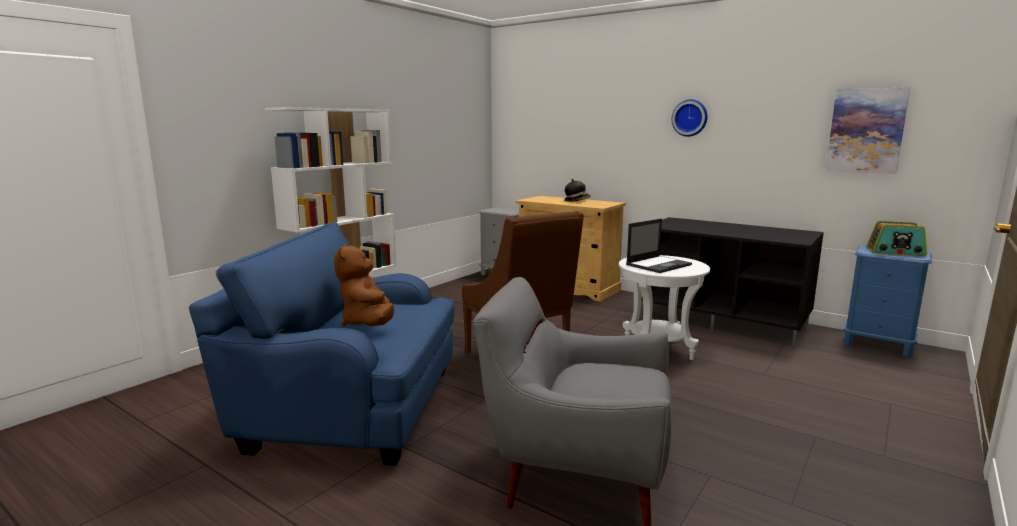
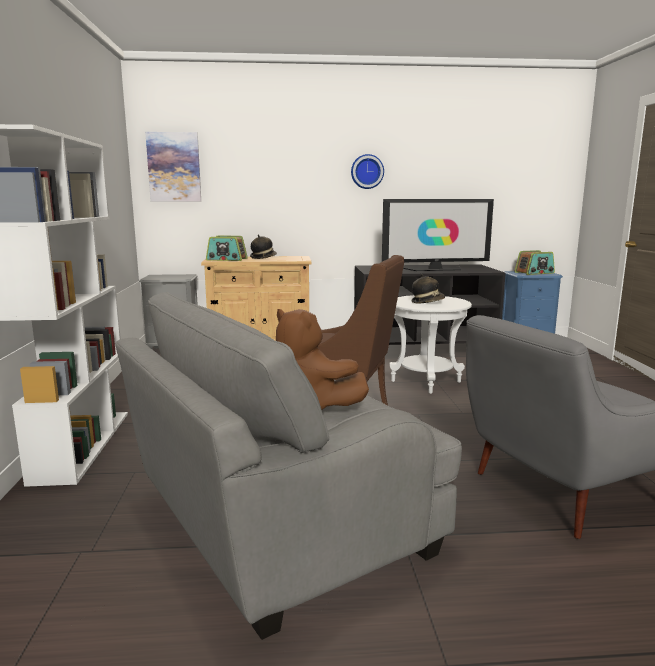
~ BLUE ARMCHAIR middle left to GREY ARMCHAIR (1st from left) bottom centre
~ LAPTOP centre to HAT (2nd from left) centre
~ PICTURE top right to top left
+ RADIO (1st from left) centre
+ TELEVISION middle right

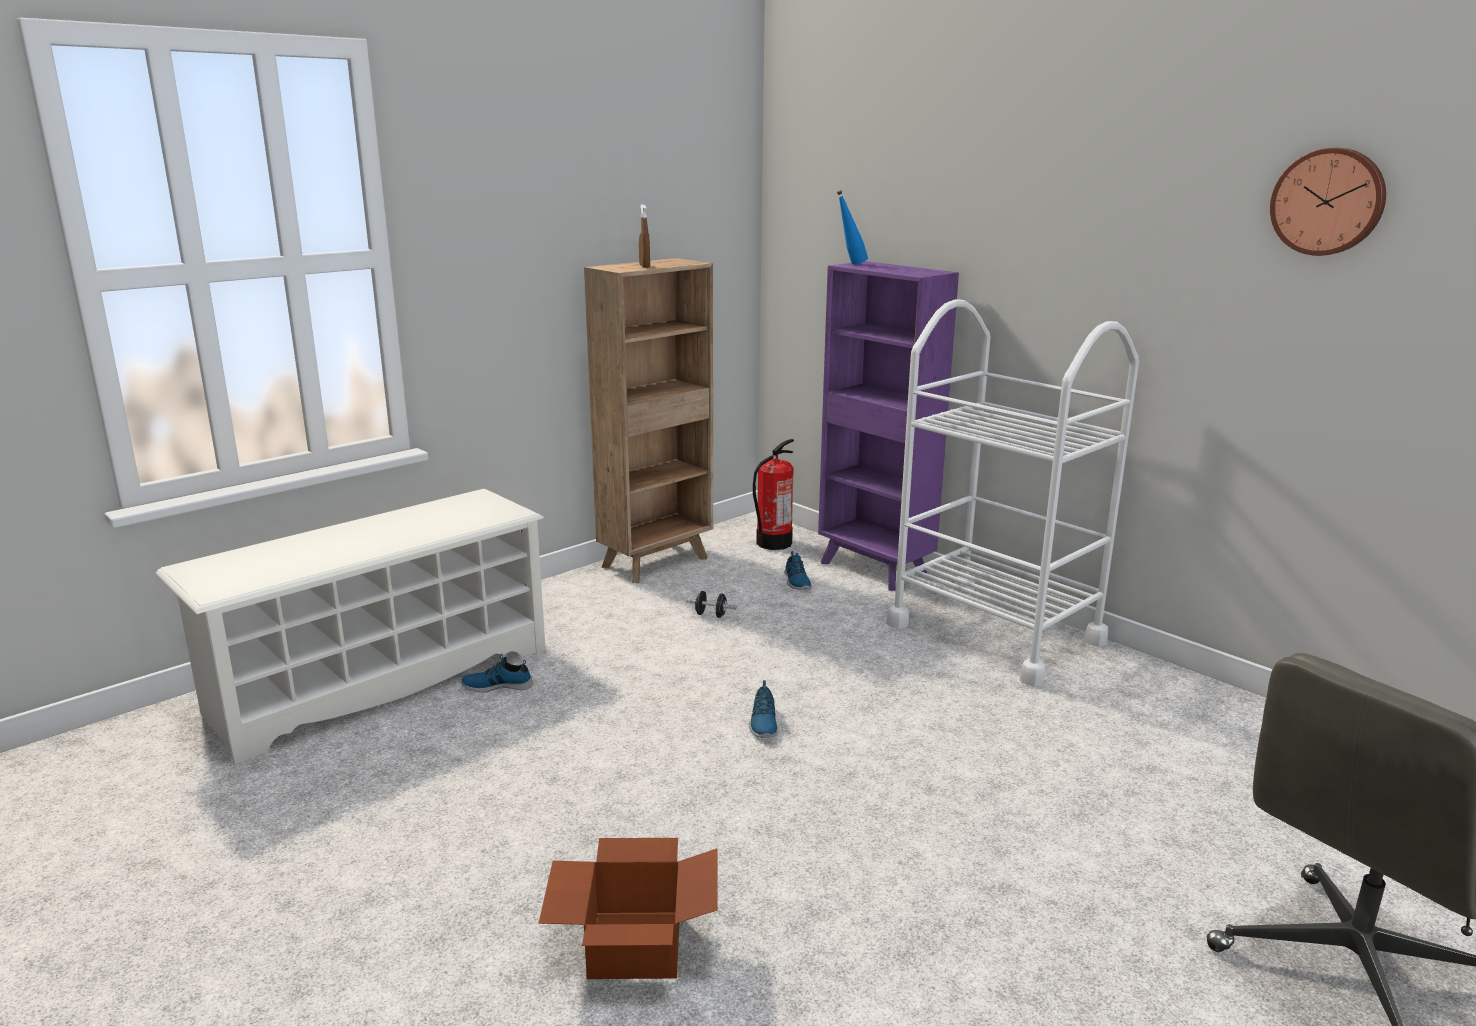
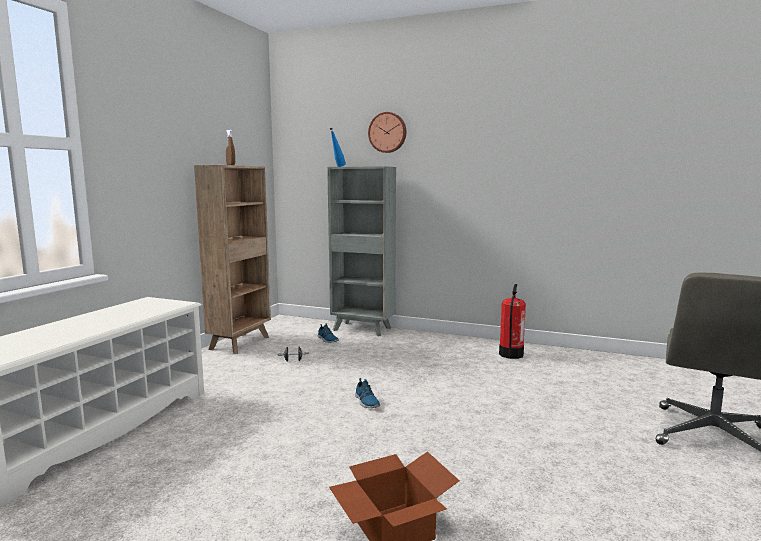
- SHOE (1st from left) centre
~ FIRE EXTINGUISHER centre to middle right
~ PURPLE BOOKCASE centre to GREY BOOKCASE centre
- WHITE CART middle right
~ WALL CLOCK top right to top centre

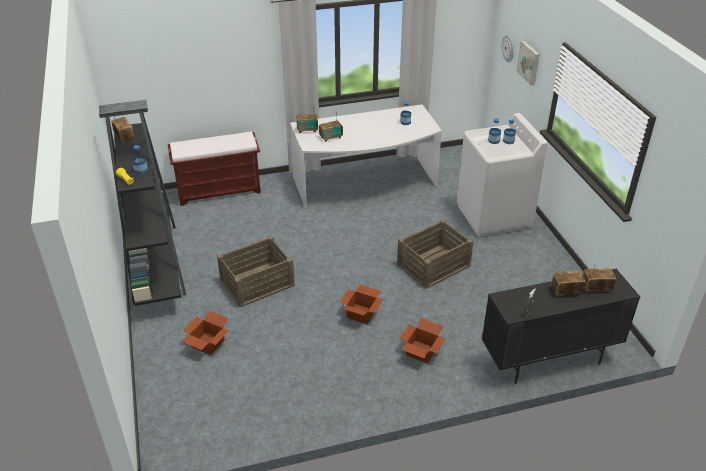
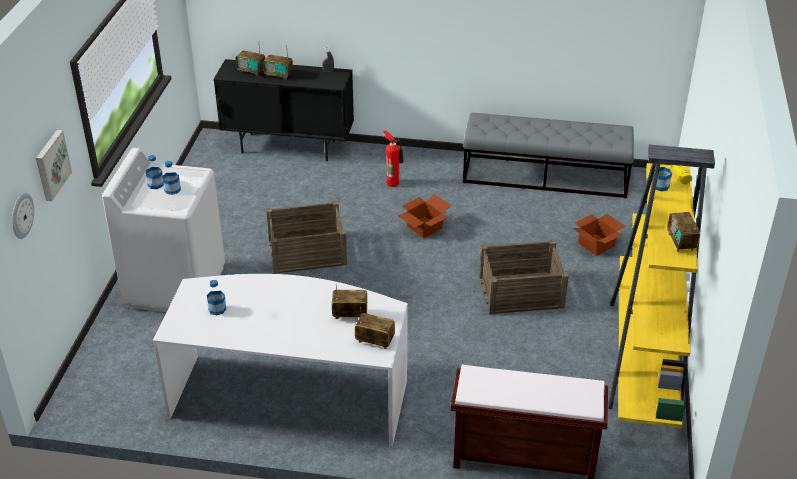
~ BLACK BOOKCASE middle left to YELLOW BOOKCASE middle right
~ CARDBOARD BOX (3rd from left) bottom centre to FIRE EXTINGUISHER top centre
+ GREY BENCH top right

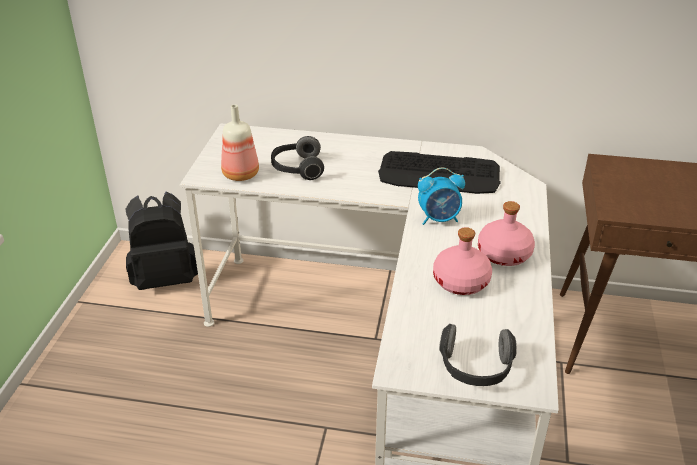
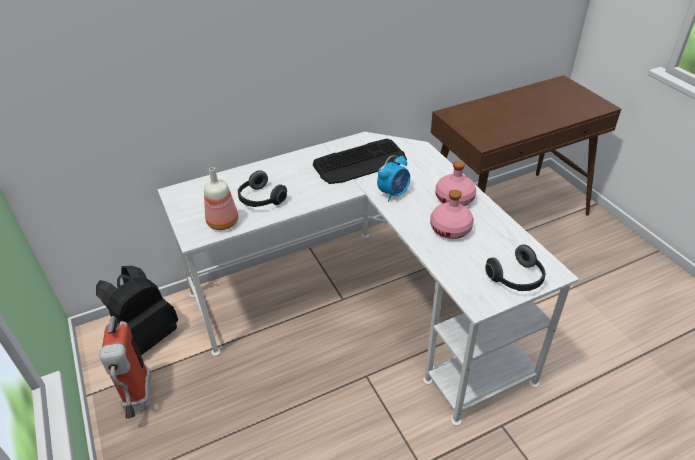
+ FIRE EXTINGUISHER bottom left

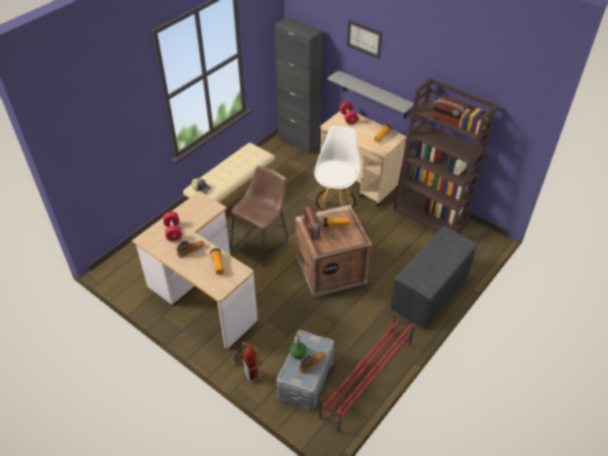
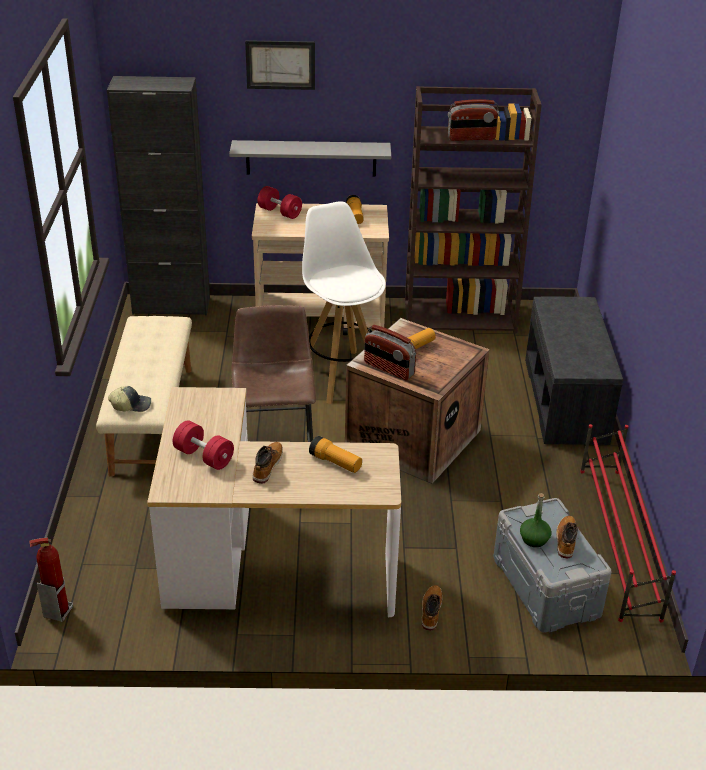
~ FIRE EXTINGUISHER bottom centre to bottom left

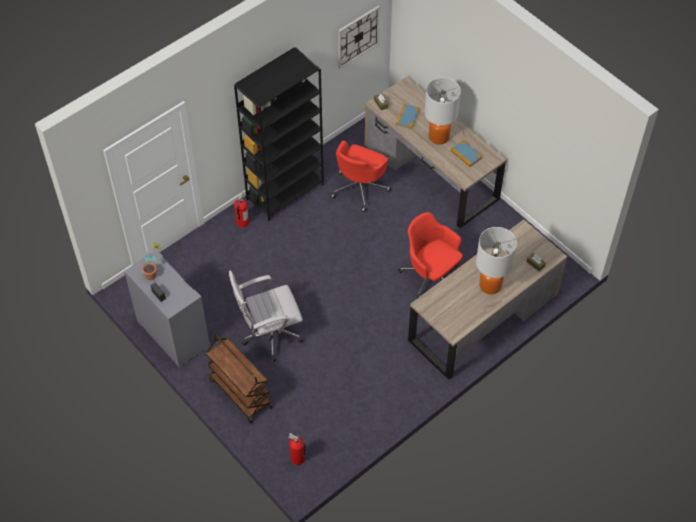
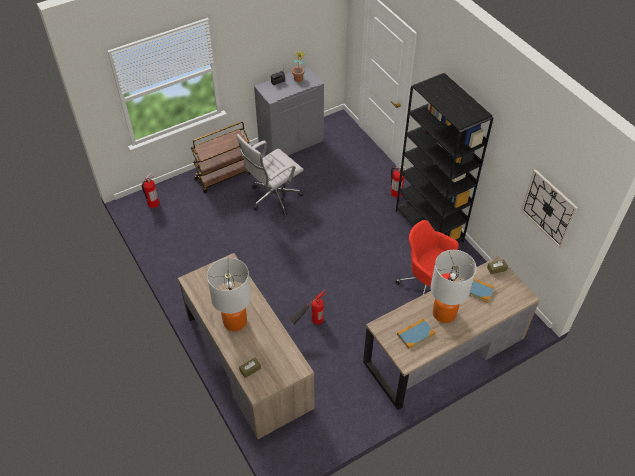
~ WHITE OFFICE CHAIR centre = centre 120 degrees counterclockwise
~ RED OFFICE CHAIR (2nd from left) centre to FIRE EXTINGUISHER (2nd from left) centre

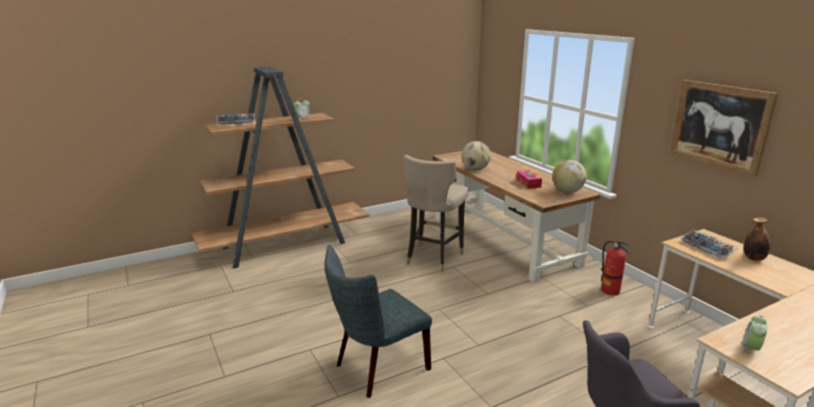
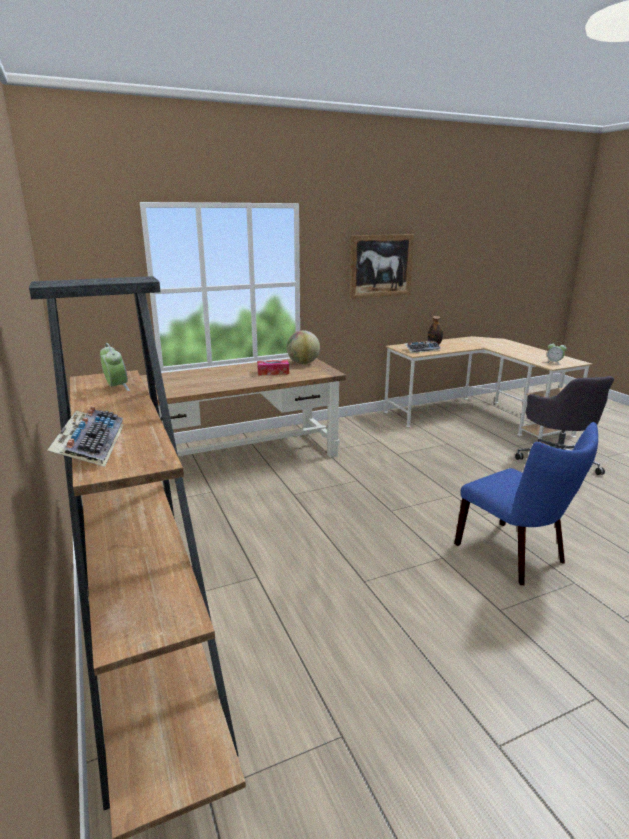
~ GREY CHAIR bottom centre to BLUE CHAIR middle right
- BEIGE STOOL centre
- GLOBE (1st from left) centre
- FIRE EXTINGUISHER middle right

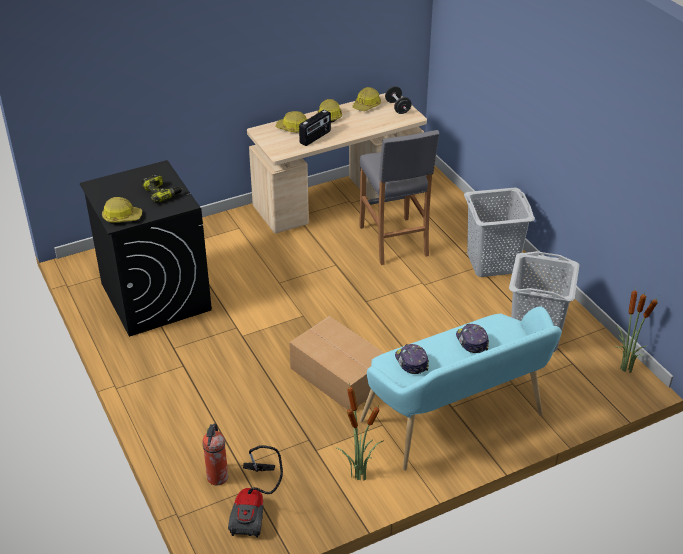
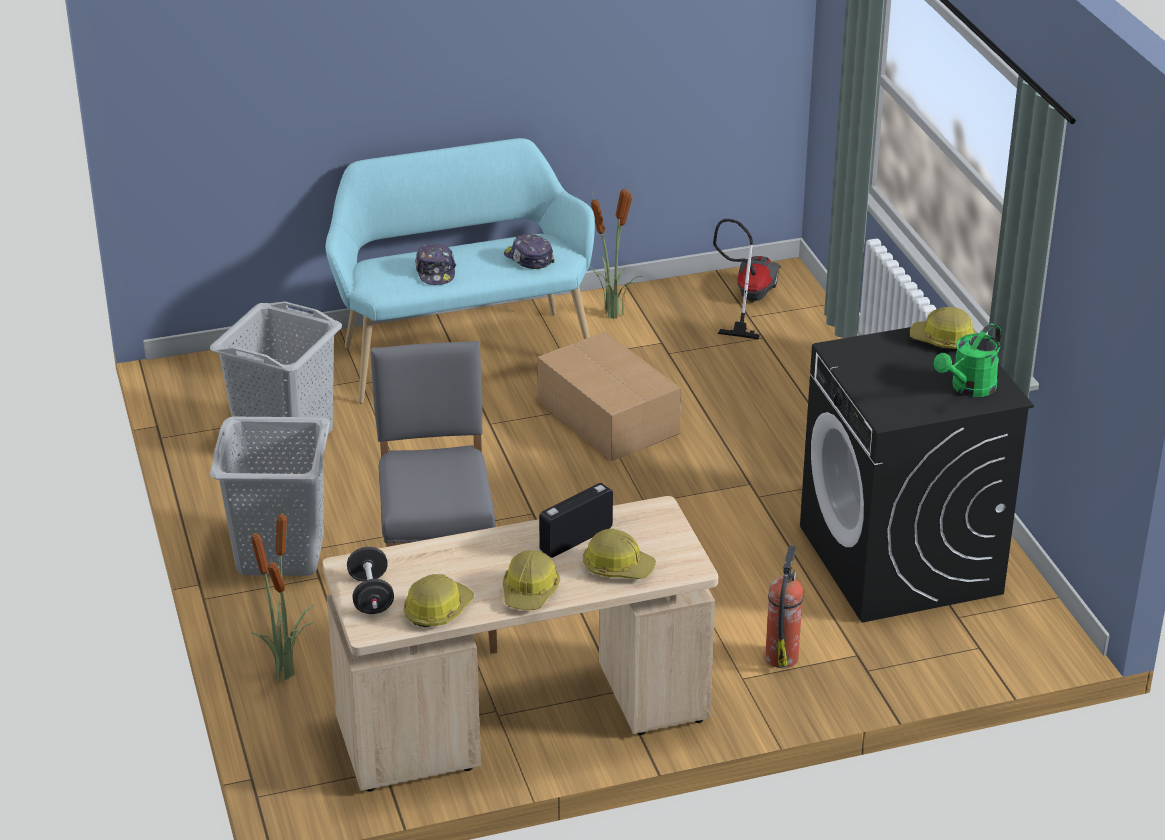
- POWER DRILL middle left
~ FIRE EXTINGUISHER bottom left to bottom right
~ CAP (1st from left in the first image) centre = top centre 150 degrees clockwise
~ POTTED PLANT (2nd from left in the first image) middle right to POTTED PLANT (1st from left) bottom left
+ GREEN WATERING CAN middle right

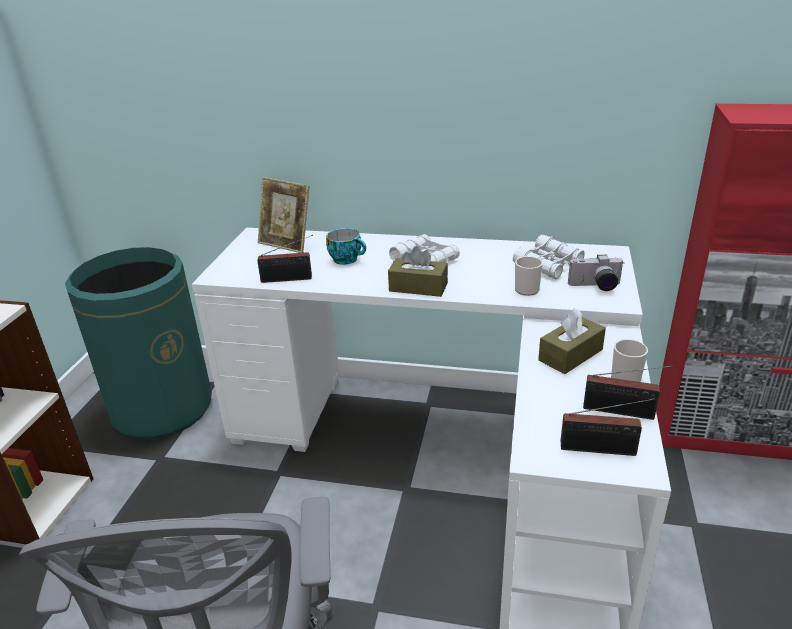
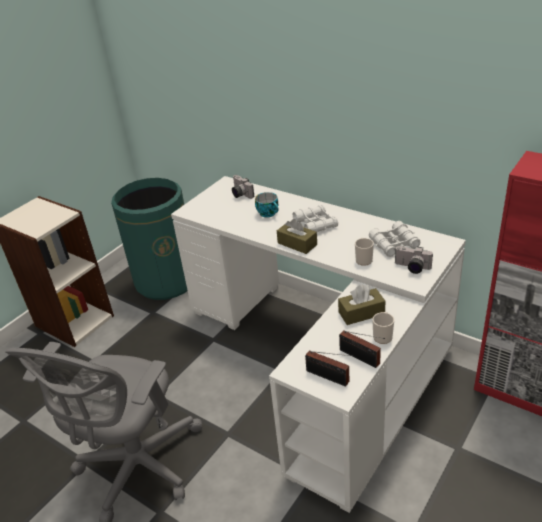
- RADIO (1st from left) centre
~ PICTURE FRAME centre to PHOTO CAMERA (1st from left) centre

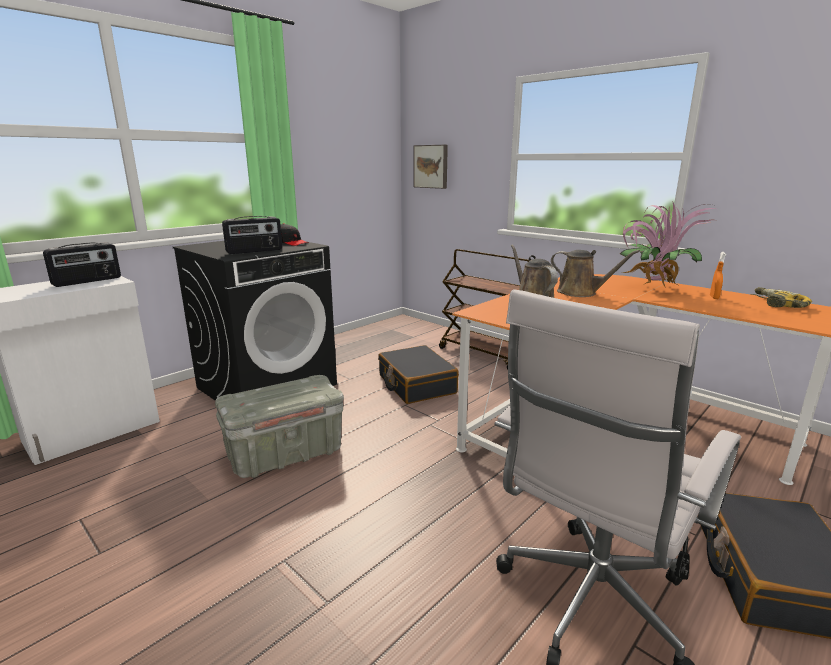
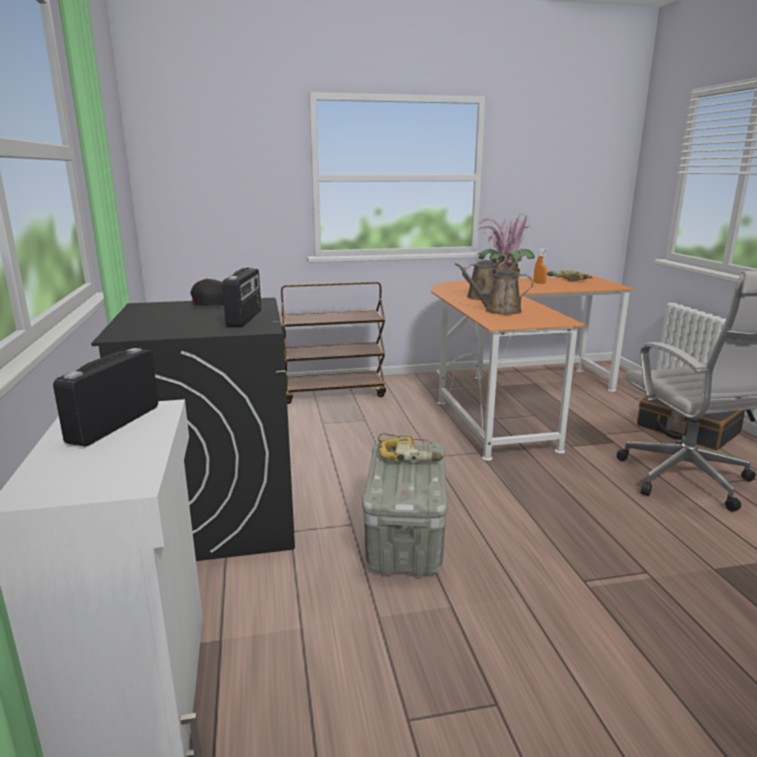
~ RADIO (1st from left) middle left = middle left 150 degrees counterclockwise
- BLACK SUITCASE (1st from left) centre
- PICTURE top centre
+ POWER DRILL (1st from left) centre

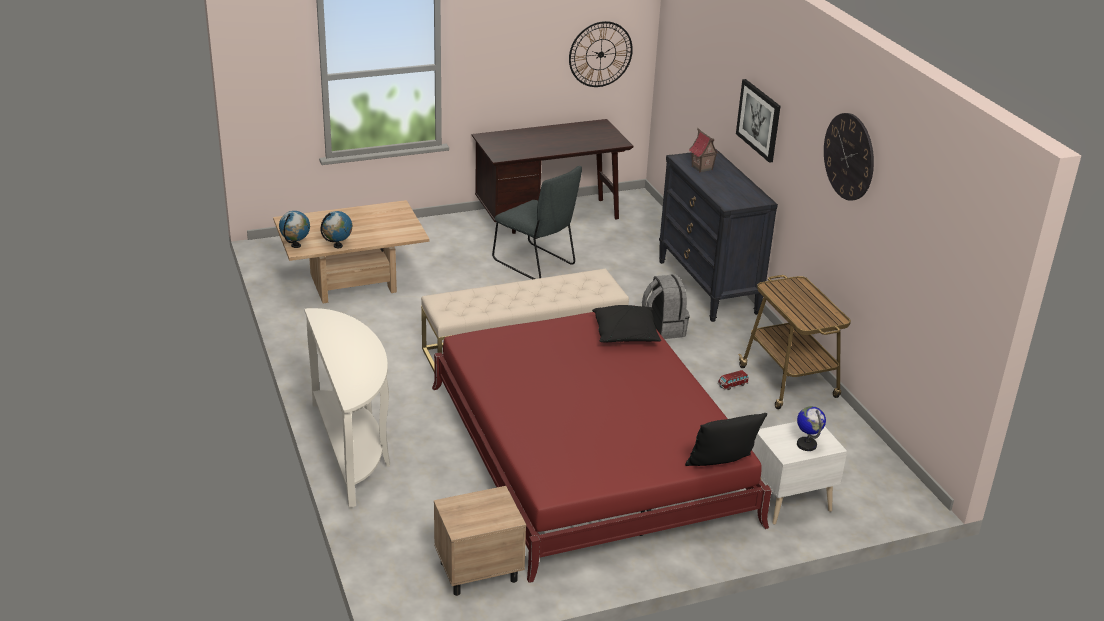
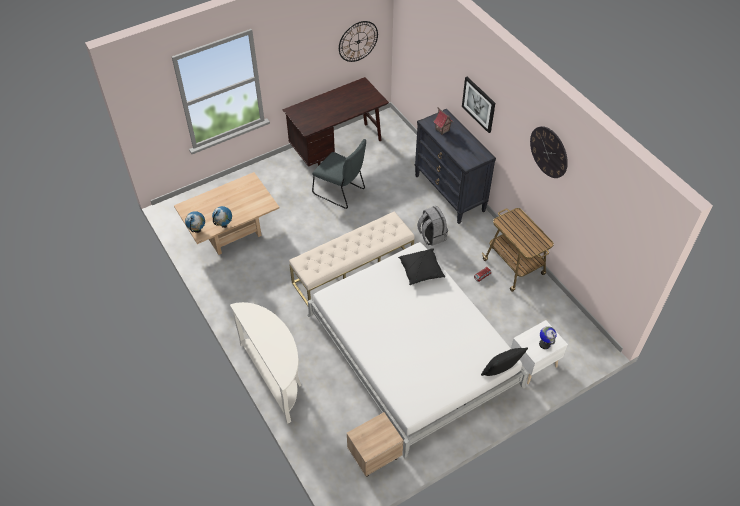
~ RED BED bottom centre to WHITE BED bottom centre

